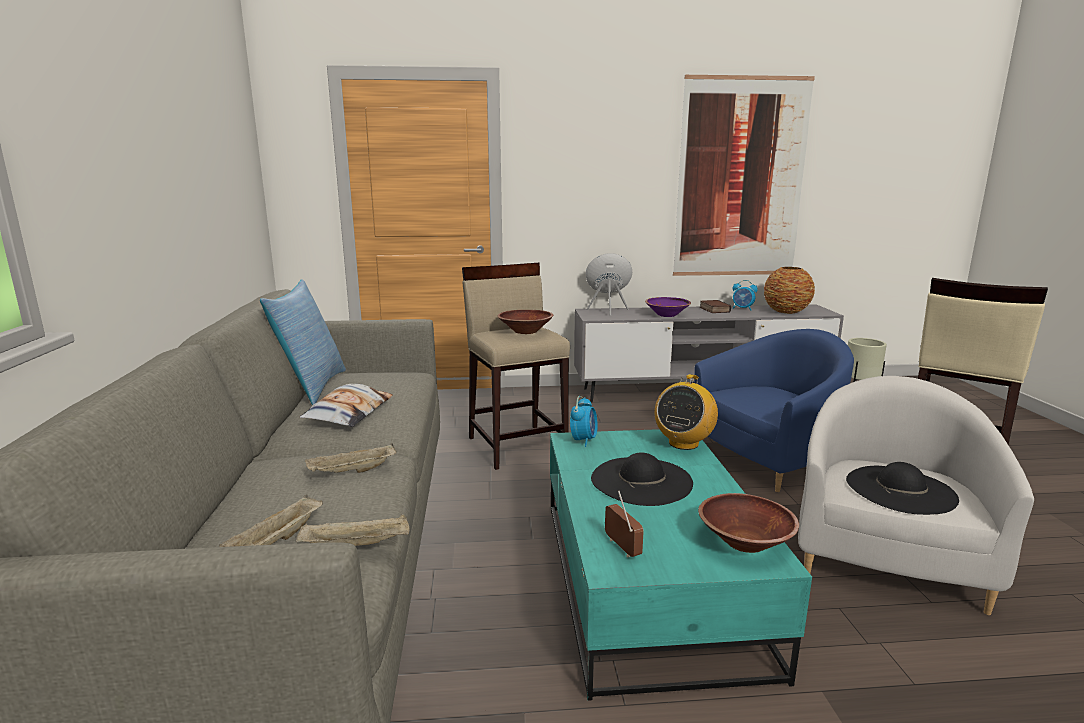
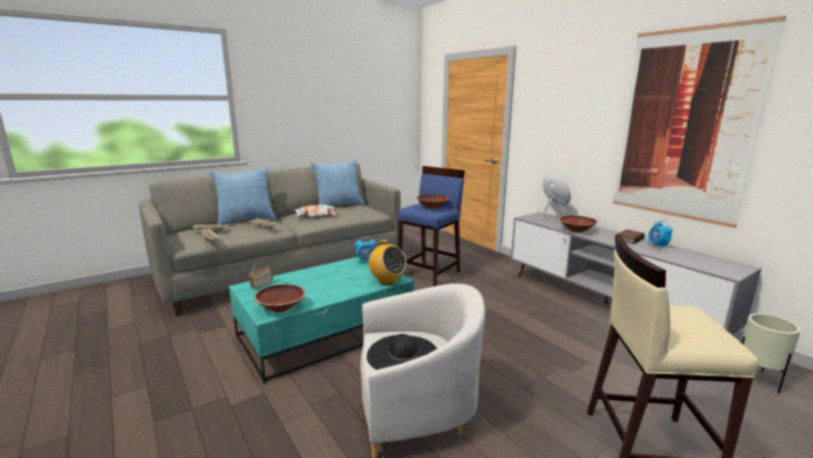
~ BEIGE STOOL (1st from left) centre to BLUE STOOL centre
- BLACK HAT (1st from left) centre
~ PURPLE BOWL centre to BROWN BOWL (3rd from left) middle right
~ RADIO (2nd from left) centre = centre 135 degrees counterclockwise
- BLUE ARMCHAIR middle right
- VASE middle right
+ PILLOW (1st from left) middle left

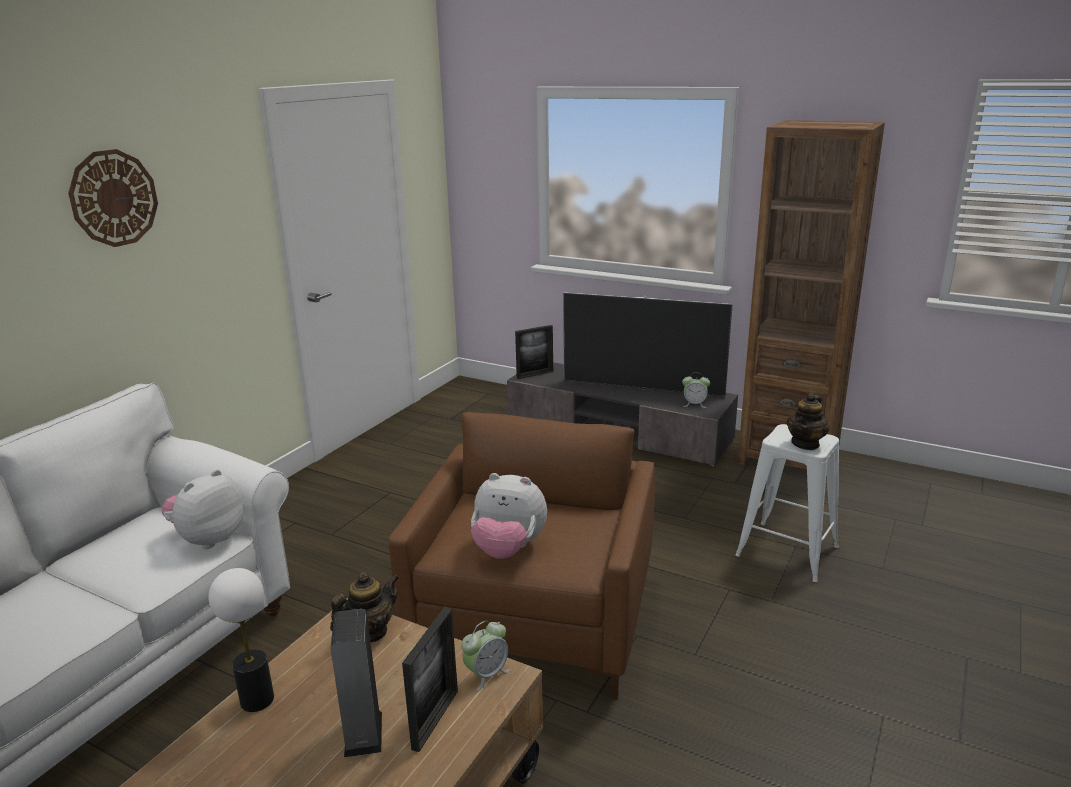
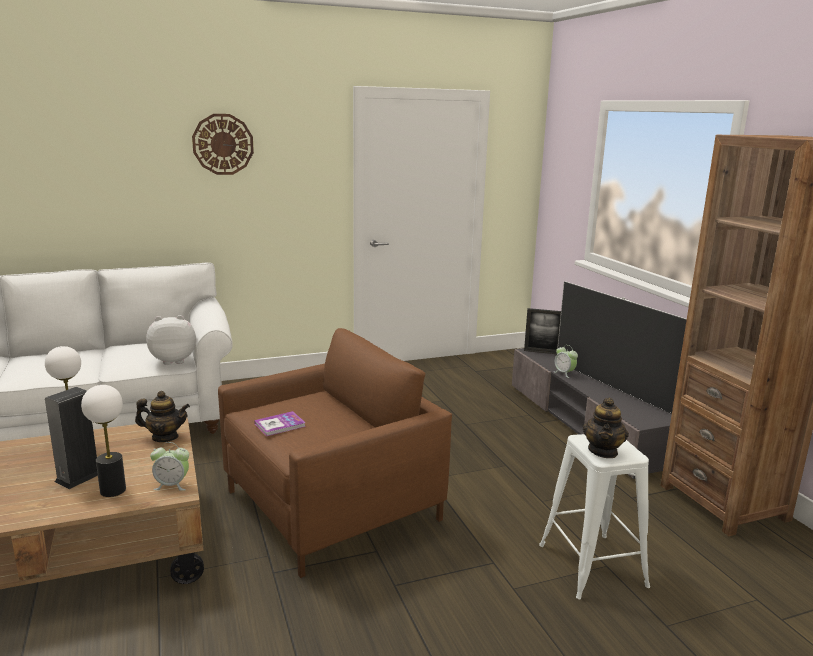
~ PICTURE FRAME (1st from left) bottom centre to TABLE LAMP (2nd from left) bottom left
~ PLUSH TOY (2nd from left) centre to BOOK centre
~ ALARM CLOCK (2nd from left) centre to middle right
~ TEAPOT (2nd from left) middle right = middle right 60 degrees counterclockwise

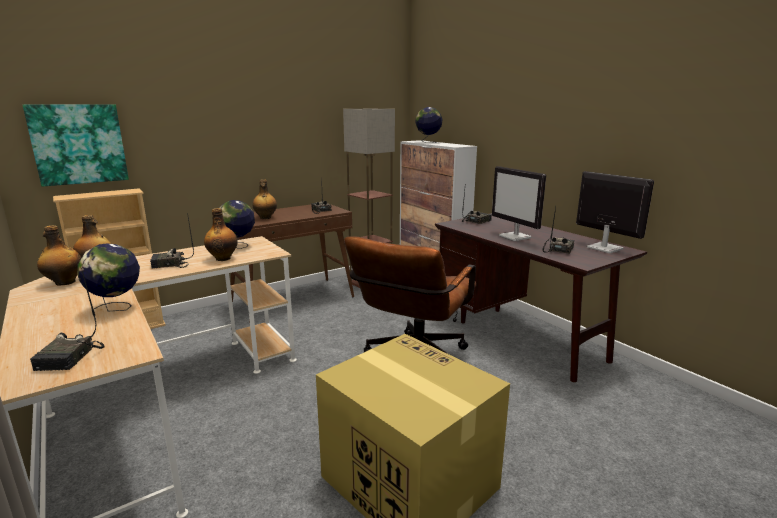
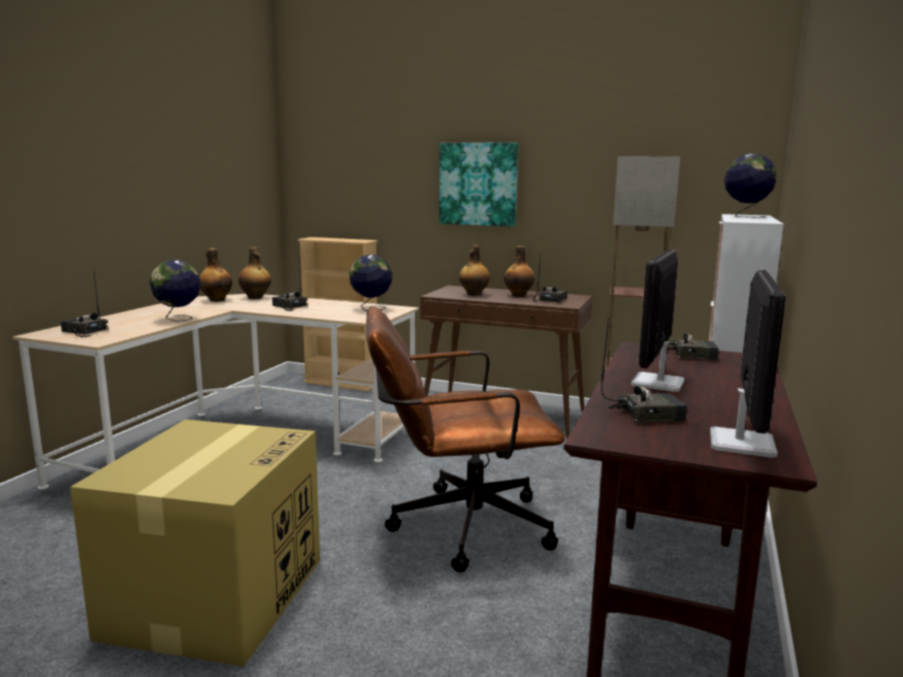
~ PICTURE top left to top centre
~ RADIO (1st from left) middle left = middle left 60 degrees clockwise
~ BOTTLE (3rd from left in the first image) middle left to BOTTLE (4th from left) centre

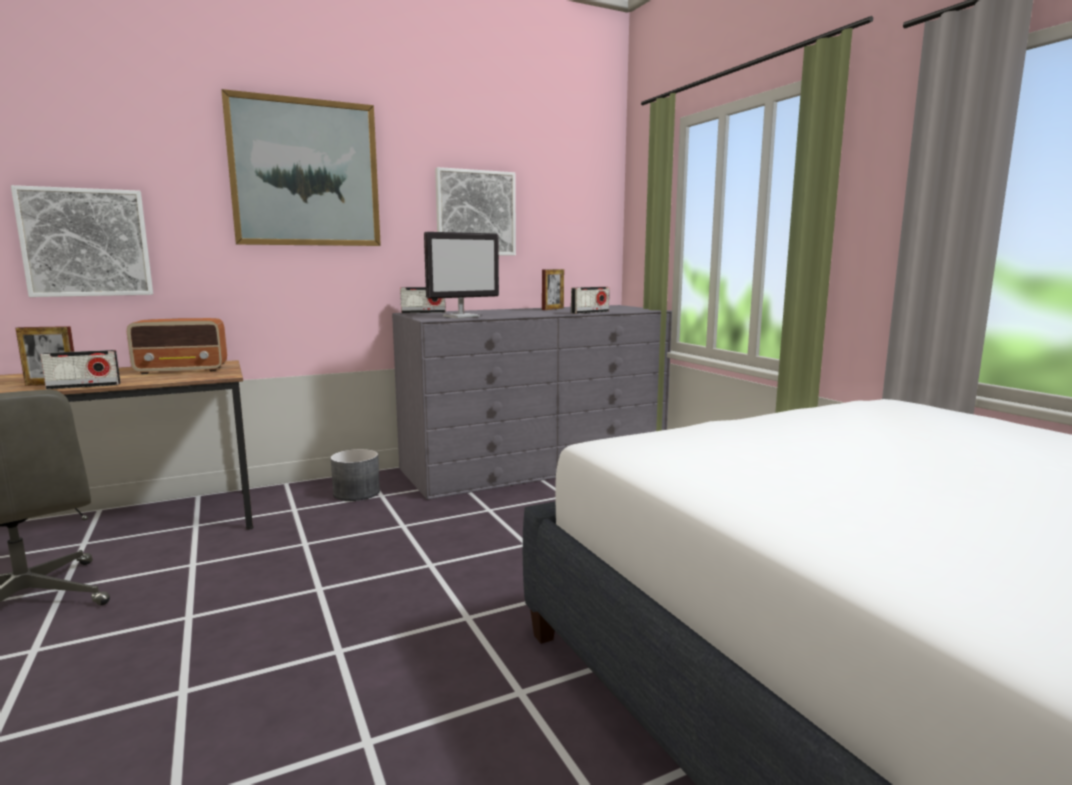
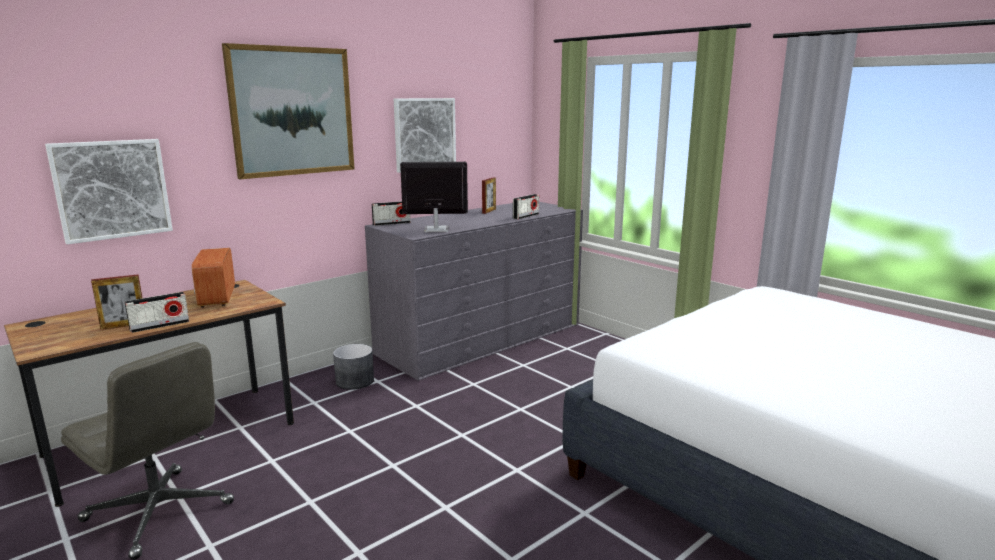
~ RADIO (2nd from left) middle left = middle left 105 degrees clockwise
~ MONITOR centre = centre 135 degrees counterclockwise

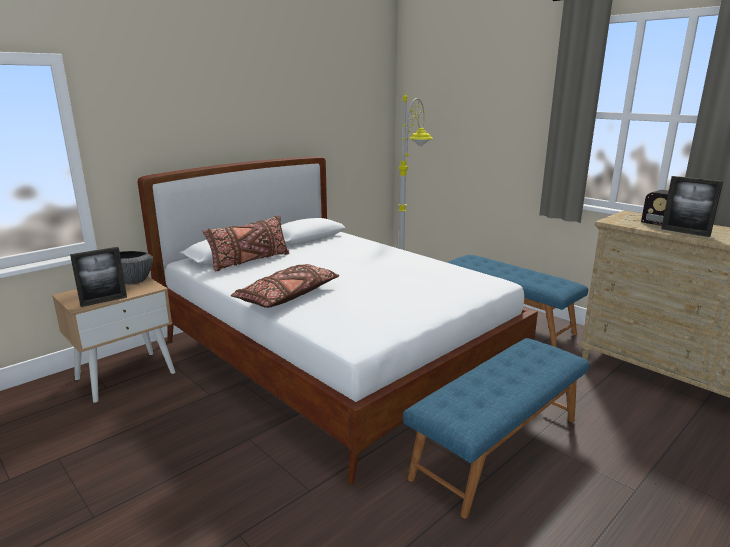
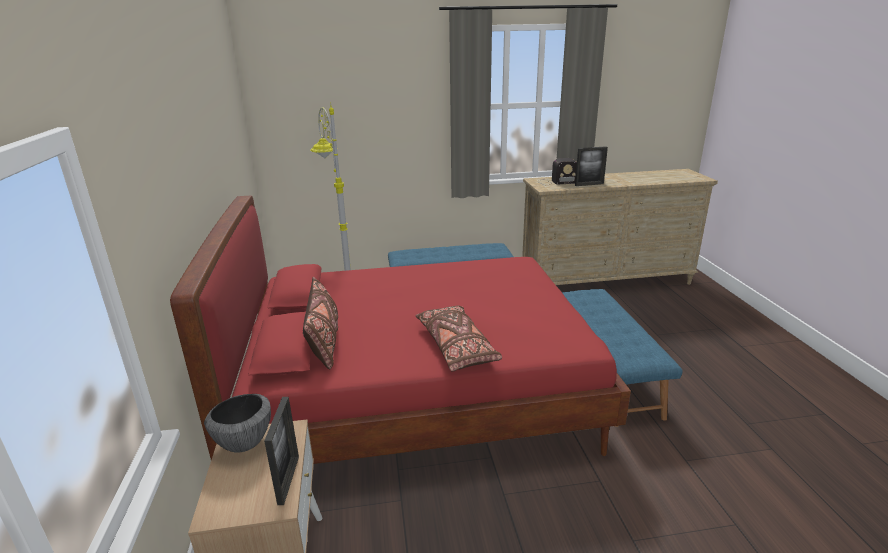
~ WHITE BED centre to RED BED centre

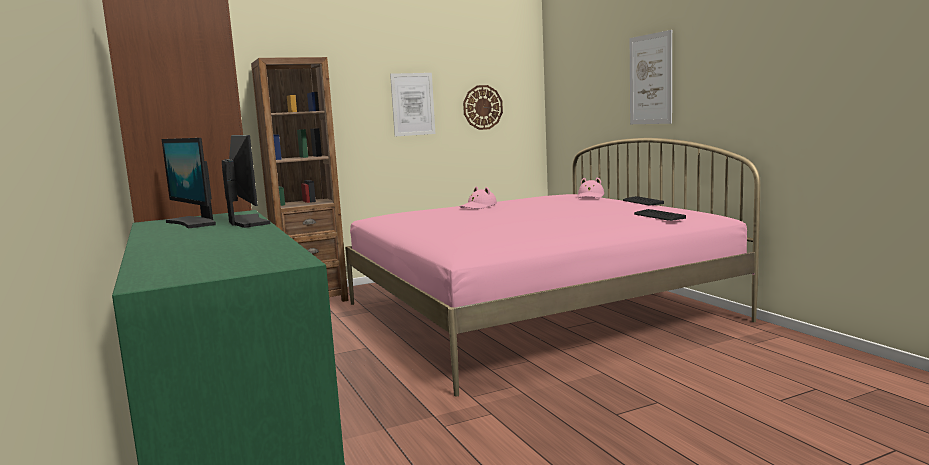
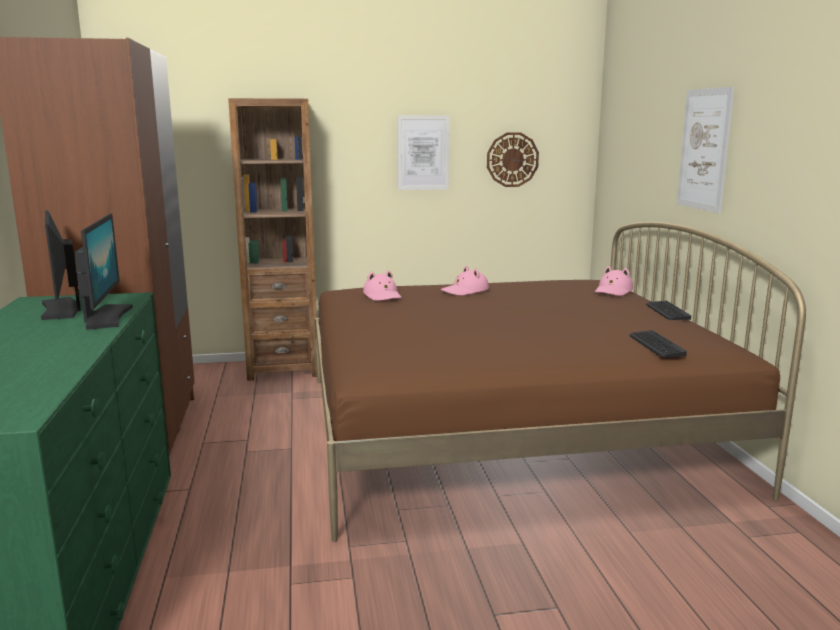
~ PINK BED centre to BROWN BED middle right
+ PINK HAT (1st from left) centre

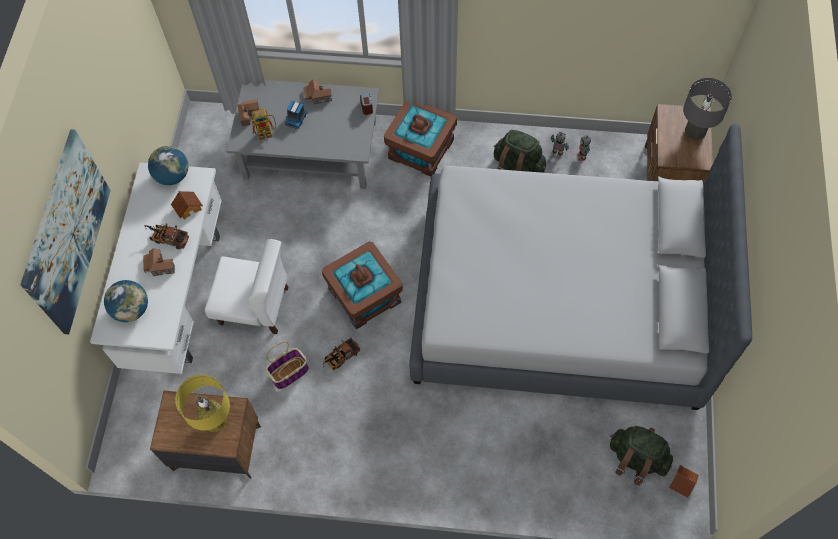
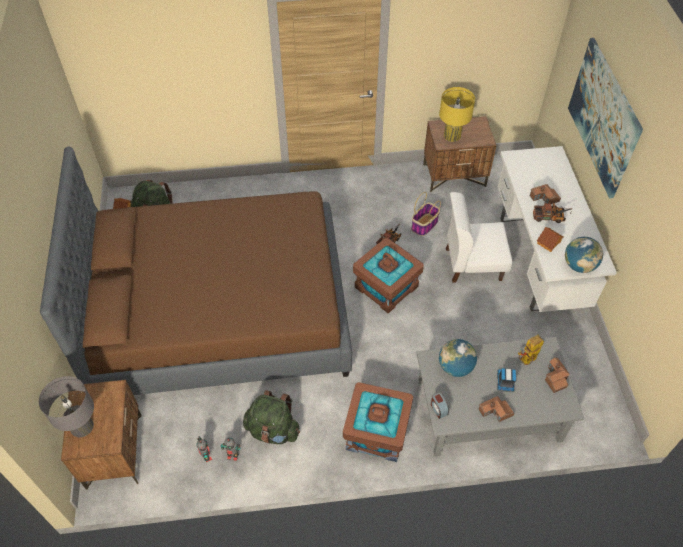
~ GLOBE (1st from left) middle left to middle right
~ GREY BED middle right to BROWN BED middle left

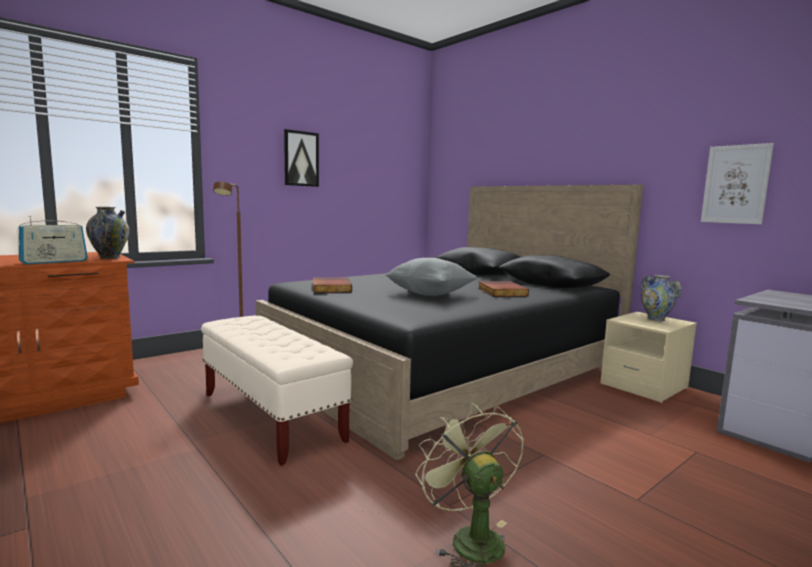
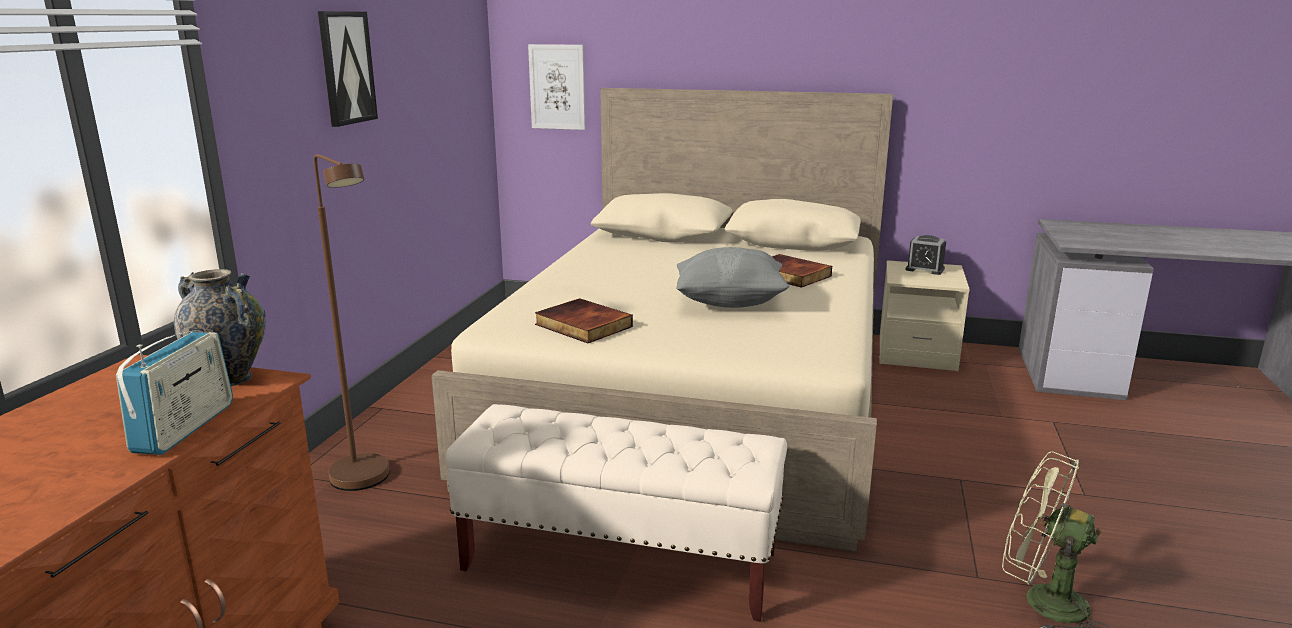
~ BLACK BED centre to BEIGE BED centre
~ VASE (2nd from left) middle right to ALARM CLOCK middle right
~ PICTURE (2nd from left) top right to top centre

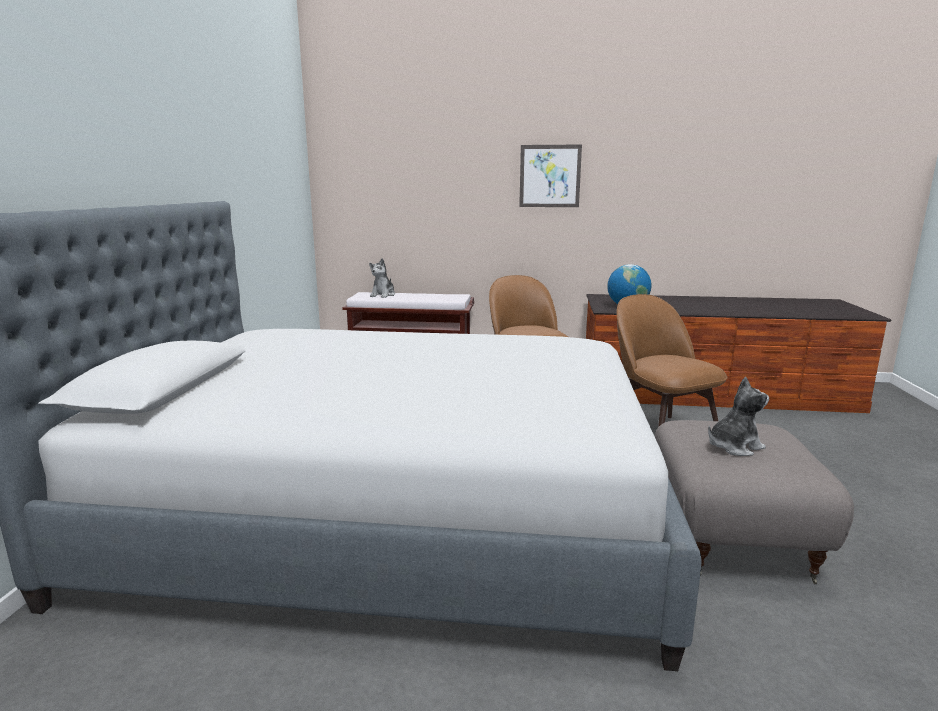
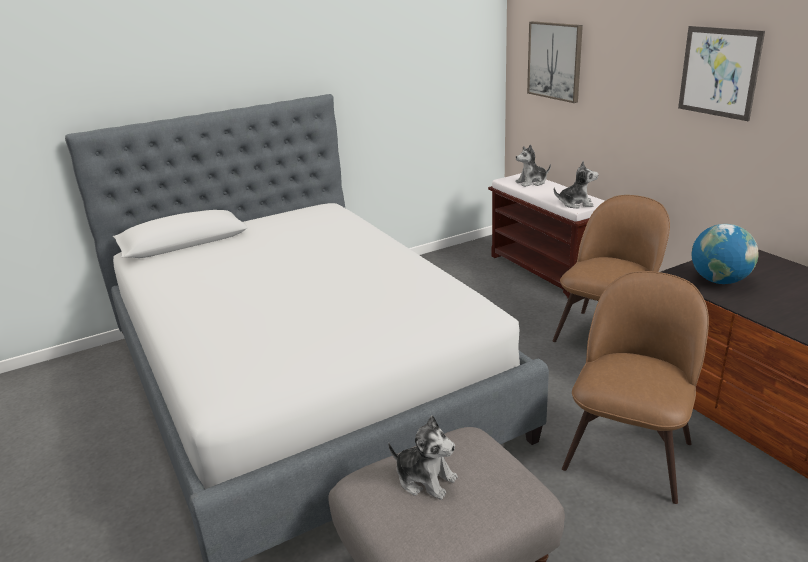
+ PICTURE (1st from left) top right
+ PLUSH TOY (3rd from left) top right

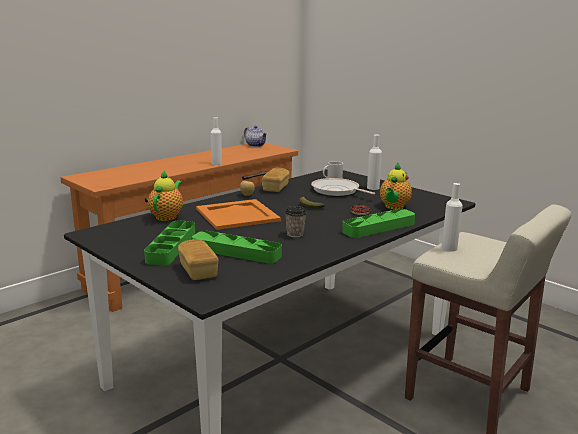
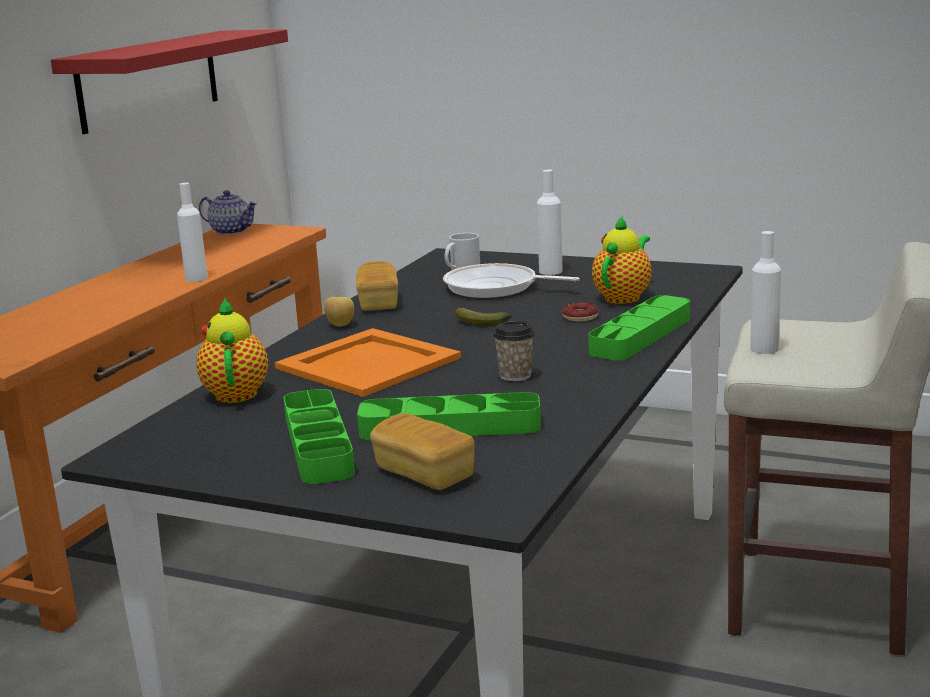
~ TEAPOT (3rd from left) middle right = middle right 150 degrees counterclockwise
+ RED SHELF top left

